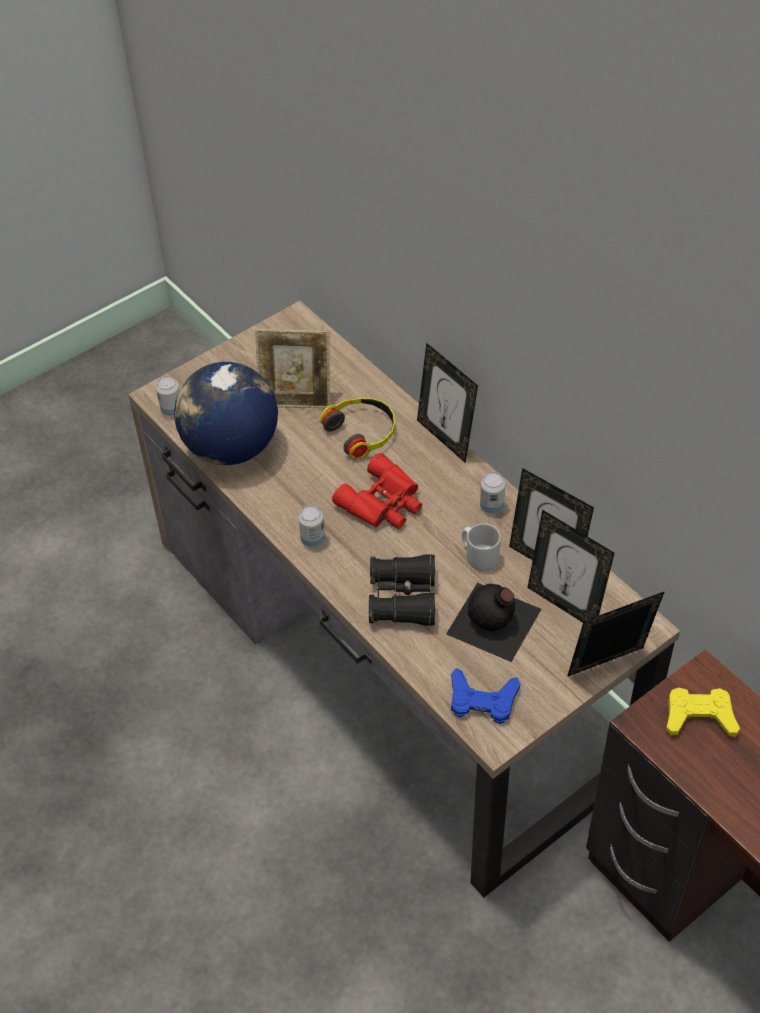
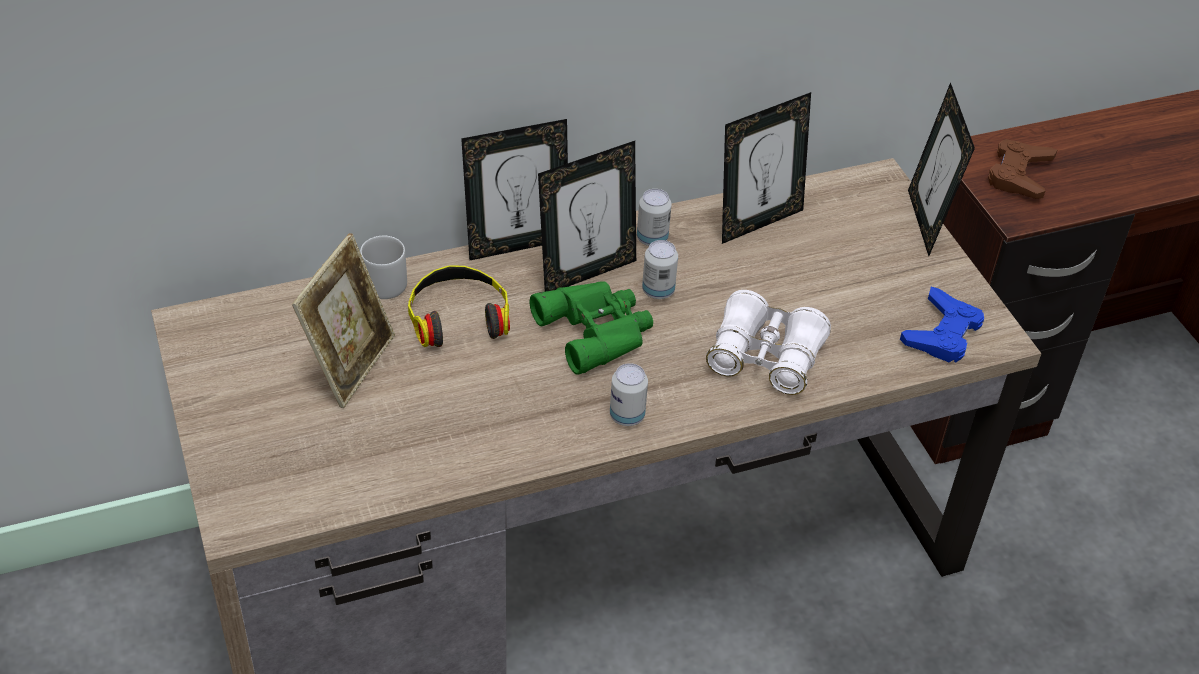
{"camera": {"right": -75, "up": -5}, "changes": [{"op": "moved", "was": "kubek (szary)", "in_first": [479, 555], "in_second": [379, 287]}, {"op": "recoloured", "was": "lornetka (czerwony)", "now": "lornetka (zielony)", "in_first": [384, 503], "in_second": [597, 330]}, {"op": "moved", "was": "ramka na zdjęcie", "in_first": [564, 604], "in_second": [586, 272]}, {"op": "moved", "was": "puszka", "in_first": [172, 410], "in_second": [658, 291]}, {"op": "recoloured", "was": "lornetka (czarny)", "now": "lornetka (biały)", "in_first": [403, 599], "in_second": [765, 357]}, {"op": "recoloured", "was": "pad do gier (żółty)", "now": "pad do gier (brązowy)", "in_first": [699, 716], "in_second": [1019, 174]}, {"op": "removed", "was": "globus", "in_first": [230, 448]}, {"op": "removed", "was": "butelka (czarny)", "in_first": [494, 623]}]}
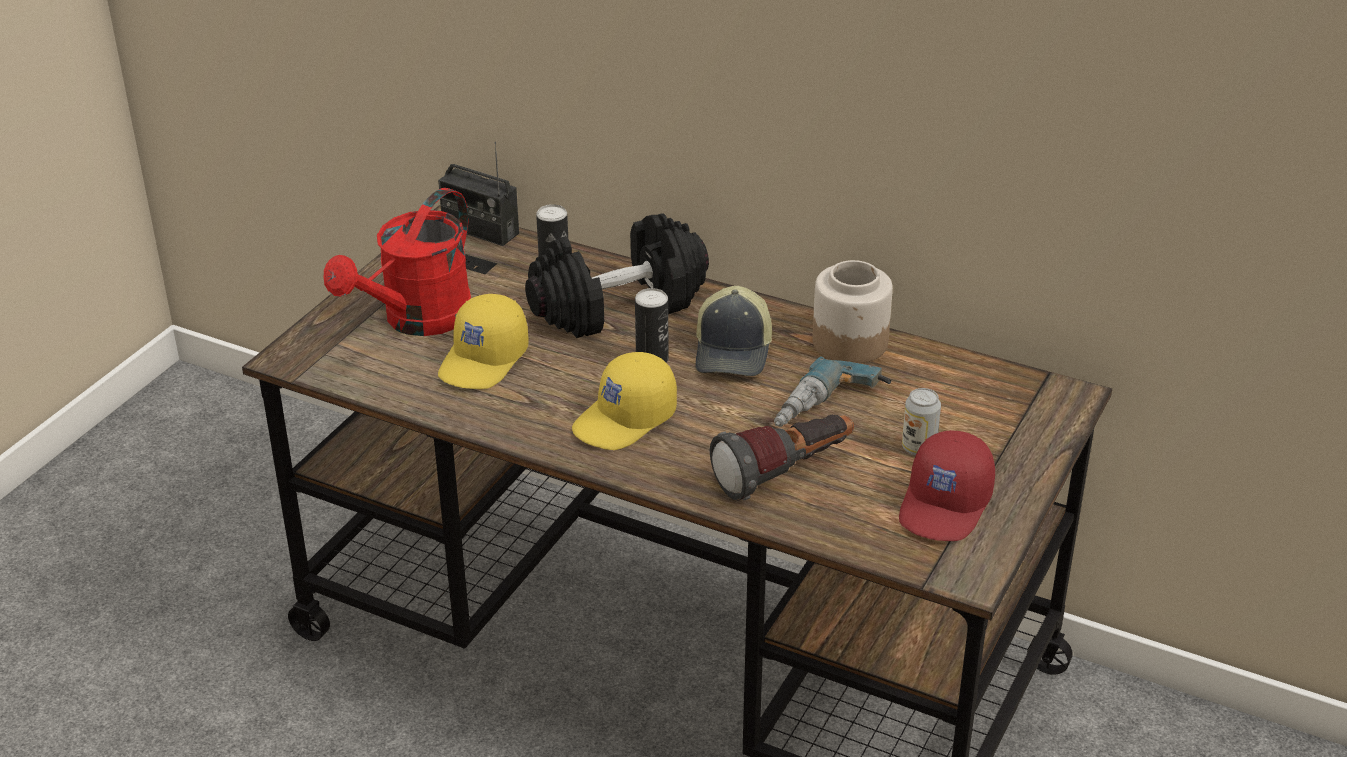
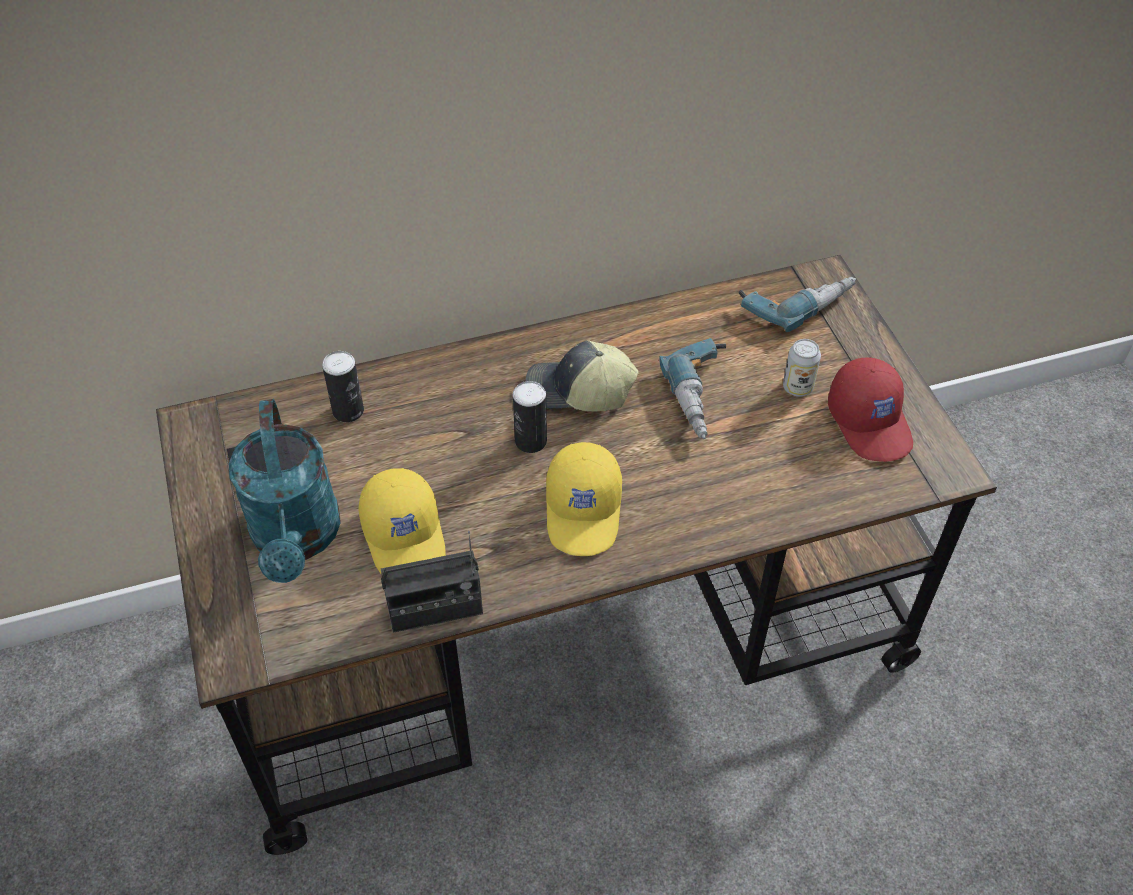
{"camera": {"right": -45, "up": 15}, "changes": [{"op": "recoloured", "was": "konewka (czerwony)", "now": "konewka (turkusowy)", "in_first": [417, 321], "in_second": [297, 539]}, {"op": "moved", "was": "radio", "in_first": [480, 230], "in_second": [435, 609]}, {"op": "turned", "was": "czapka z daszkiem", "in_first": [734, 351], "in_second": [578, 391], "clockwise": 135}, {"op": "added", "now": "wiertarka", "in_second": [796, 301]}, {"op": "removed", "was": "hantel (czarny)", "in_first": [618, 305]}, {"op": "removed", "was": "latarka", "in_first": [785, 474]}, {"op": "removed", "was": "słoik", "in_first": [850, 342]}]}
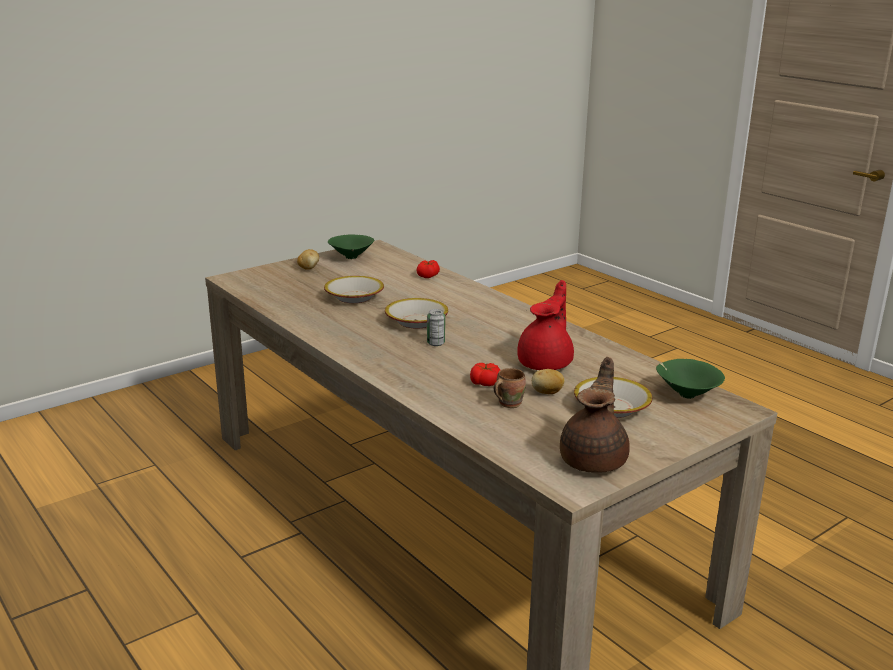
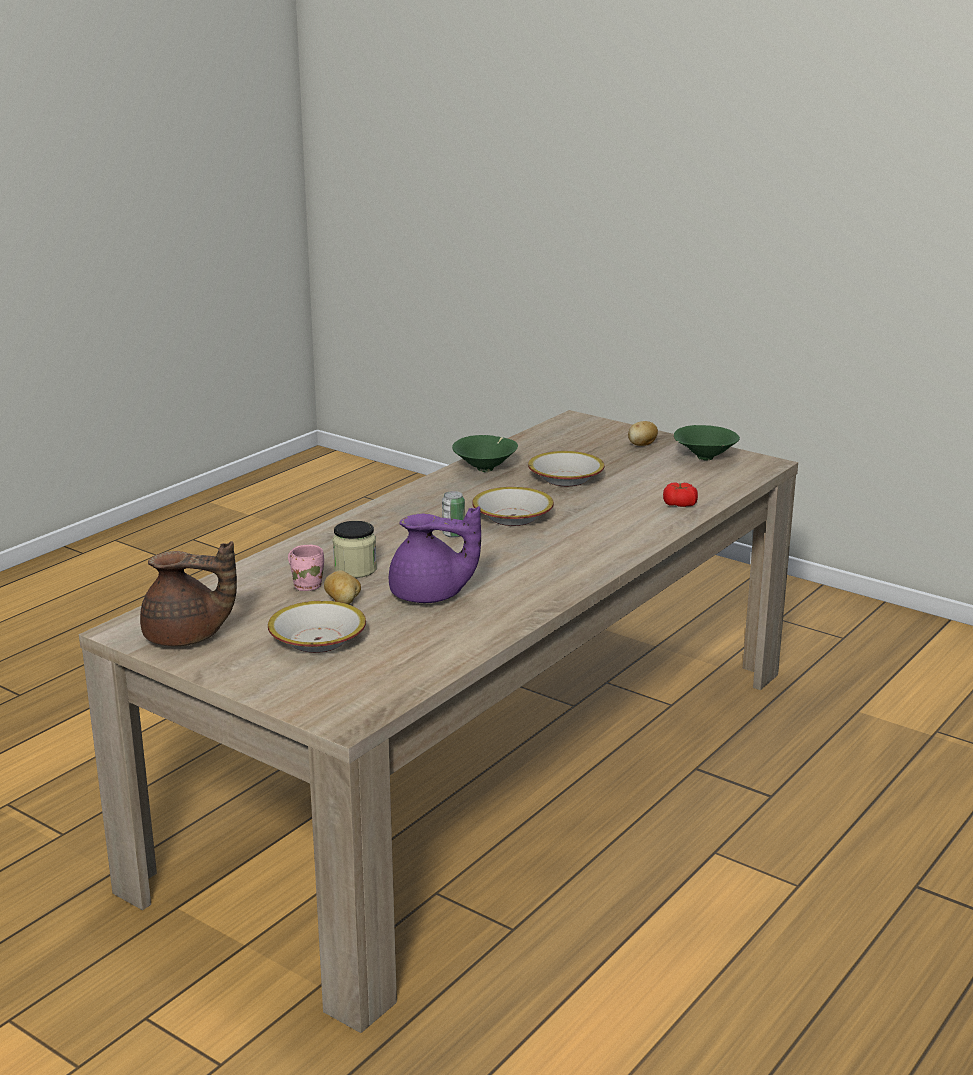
{"camera": {"right": 75, "up": 0}, "changes": [{"op": "recoloured", "was": "kubek (brązowy)", "now": "kubek (różowy)", "in_first": [507, 403], "in_second": [307, 585]}, {"op": "replaced", "was": "pomidor", "now": "słoik", "in_first": [485, 383], "in_second": [355, 569]}, {"op": "recoloured", "was": "imbryk (czerwony)", "now": "imbryk (fioletowy)", "in_first": [546, 363], "in_second": [430, 596]}, {"op": "moved", "was": "miska (zielony)", "in_first": [686, 394], "in_second": [486, 469]}]}
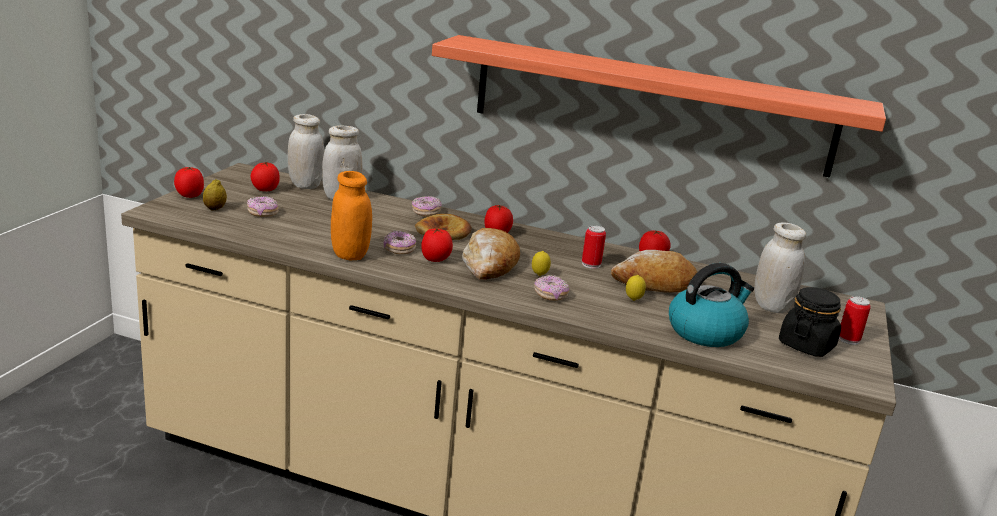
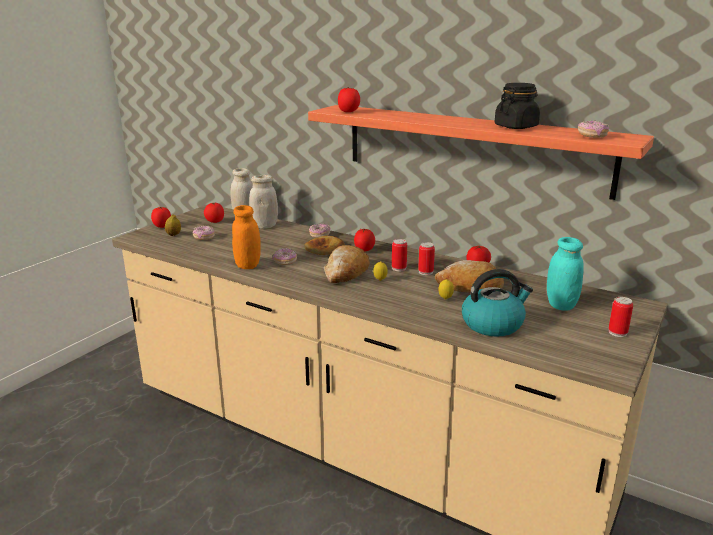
{"camera": {"right": 15, "up": 0}, "changes": [{"op": "moved", "was": "pomidor", "in_first": [436, 260], "in_second": [349, 112]}, {"op": "added", "now": "puszka", "in_second": [399, 268]}, {"op": "moved", "was": "słoik (czarny)", "in_first": [806, 345], "in_second": [516, 126]}, {"op": "recoloured", "was": "słoik (biały)", "now": "słoik (turkusowy)", "in_first": [771, 306], "in_second": [561, 305]}, {"op": "moved", "was": "donut", "in_first": [550, 295], "in_second": [592, 136]}]}
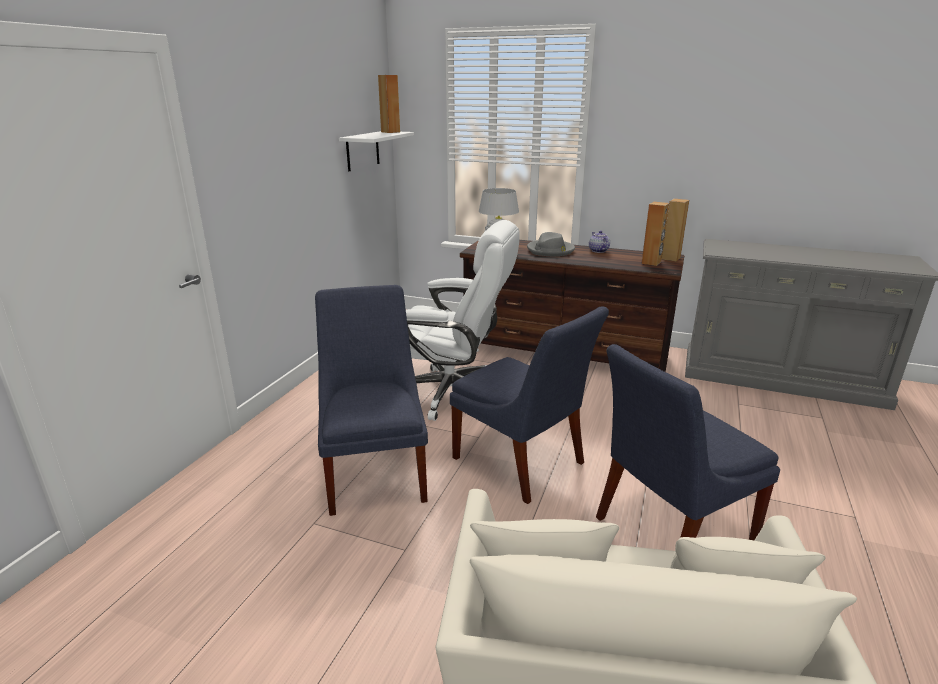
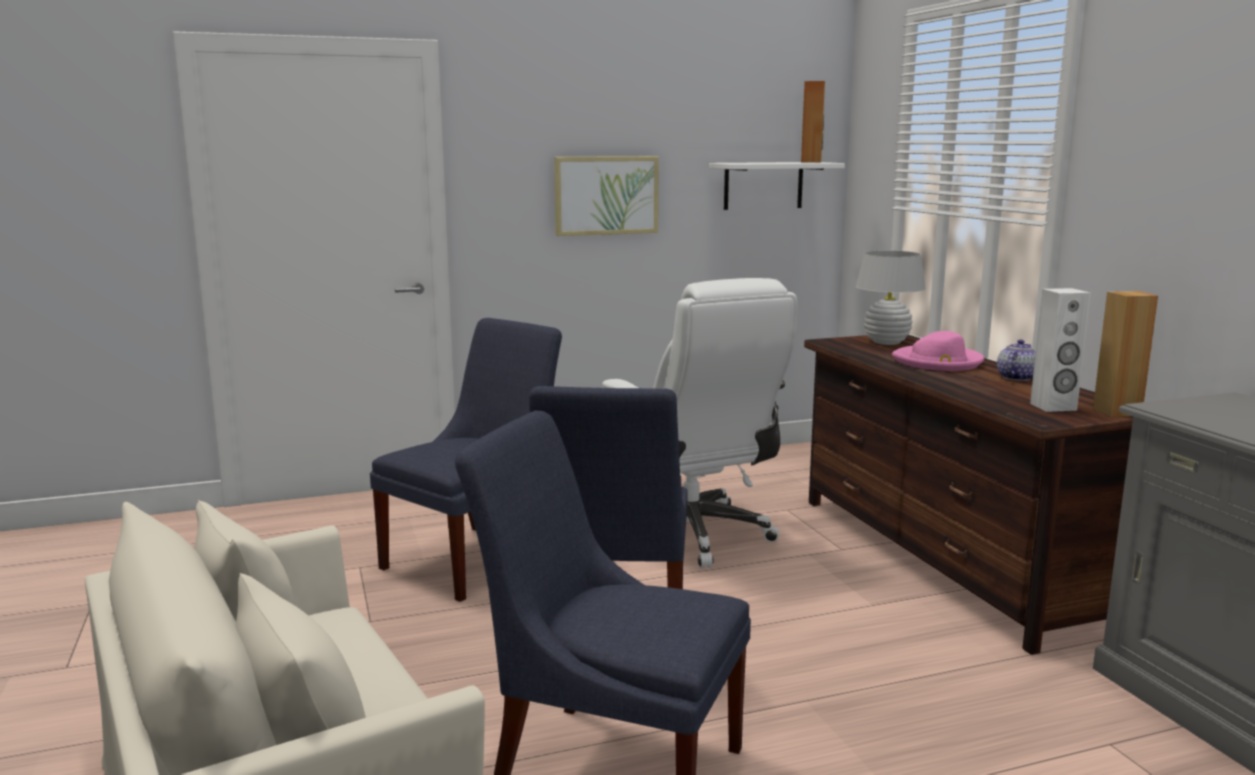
{"camera": {"right": 50, "up": -10}, "changes": [{"op": "added", "now": "obraz", "in_second": [606, 195]}, {"op": "recoloured", "was": "kapelusz (szary)", "now": "kapelusz (różowy)", "in_first": [550, 250], "in_second": [938, 362]}, {"op": "recoloured", "was": "głośnik (brązowy)", "now": "głośnik (biały)", "in_first": [651, 262], "in_second": [1053, 407]}]}
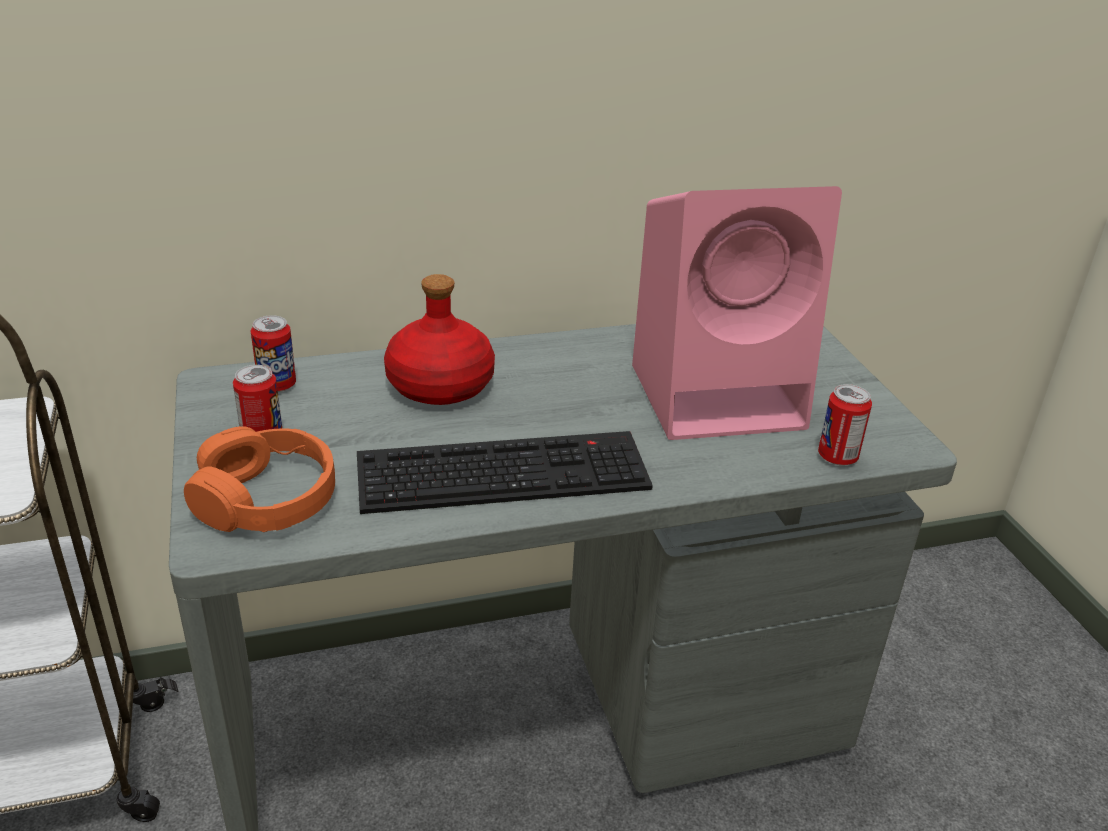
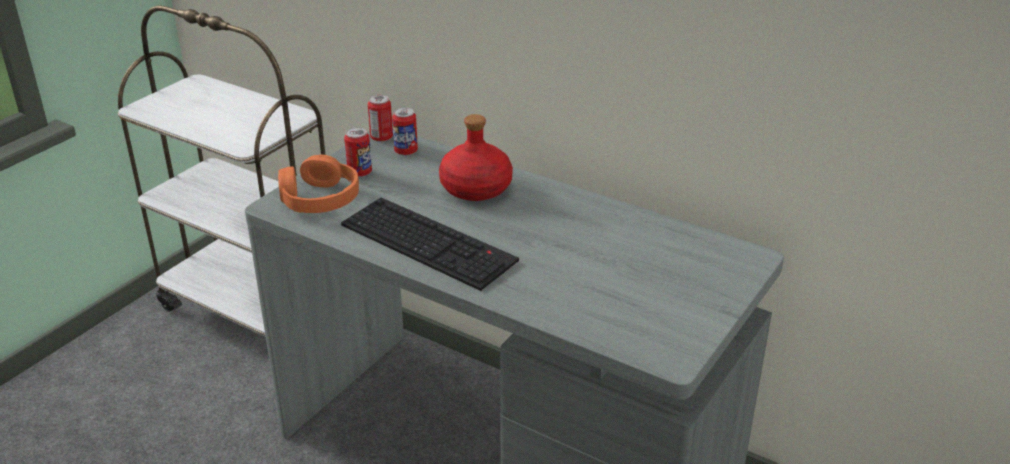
{"camera": {"right": 50, "up": 0}, "changes": [{"op": "moved", "was": "puszka", "in_first": [837, 457], "in_second": [381, 138]}, {"op": "removed", "was": "głośnik (różowy)", "in_first": [720, 395]}]}
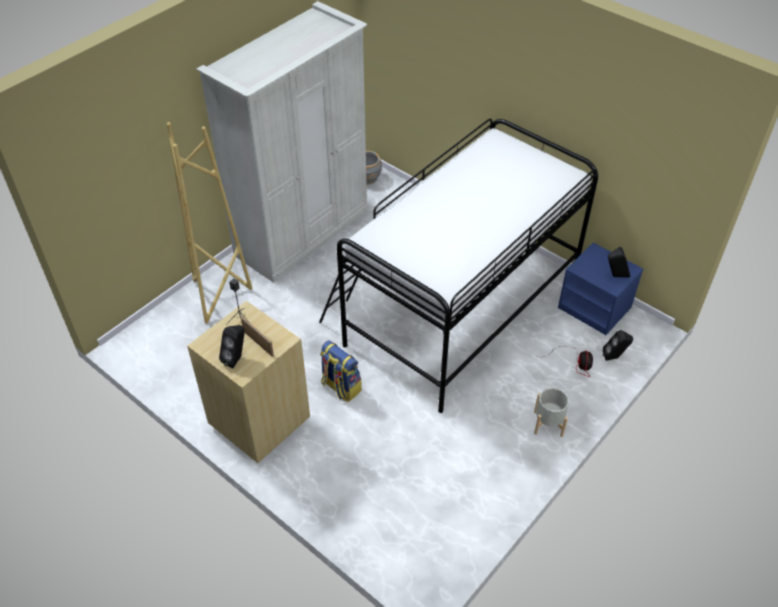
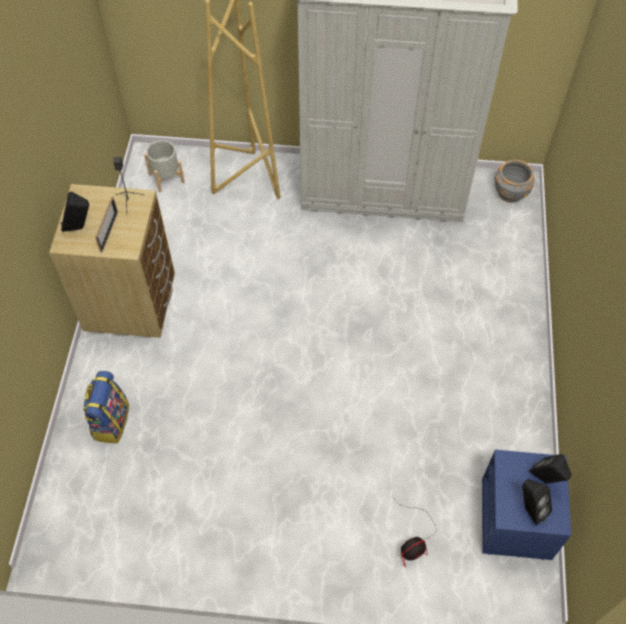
{"camera": {"right": 55, "up": 10}, "changes": [{"op": "moved", "was": "plecak", "in_first": [340, 387], "in_second": [110, 421]}, {"op": "moved", "was": "donica (szary)", "in_first": [548, 424], "in_second": [166, 178]}, {"op": "moved", "was": "głośnik (czarny)", "in_first": [614, 357], "in_second": [546, 480]}, {"op": "removed", "was": "łóżko (czarny)", "in_first": [459, 311]}]}
